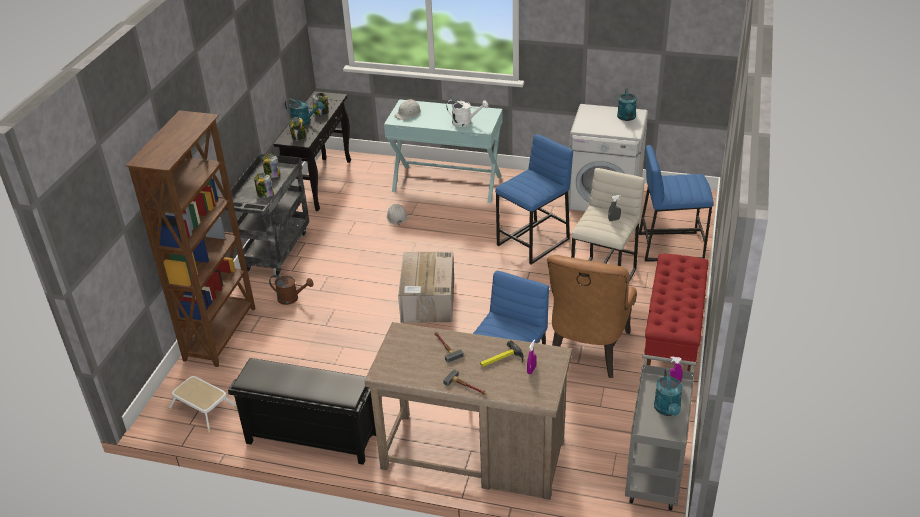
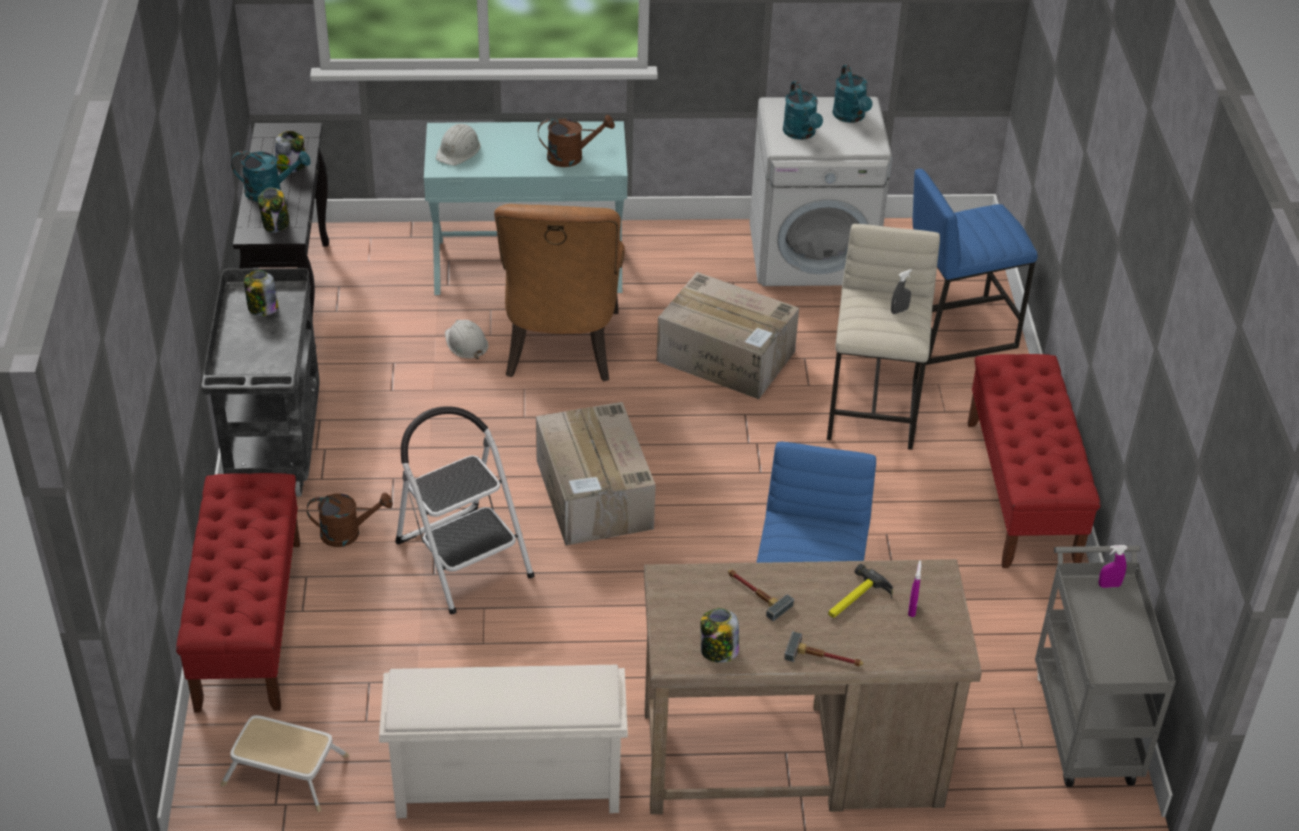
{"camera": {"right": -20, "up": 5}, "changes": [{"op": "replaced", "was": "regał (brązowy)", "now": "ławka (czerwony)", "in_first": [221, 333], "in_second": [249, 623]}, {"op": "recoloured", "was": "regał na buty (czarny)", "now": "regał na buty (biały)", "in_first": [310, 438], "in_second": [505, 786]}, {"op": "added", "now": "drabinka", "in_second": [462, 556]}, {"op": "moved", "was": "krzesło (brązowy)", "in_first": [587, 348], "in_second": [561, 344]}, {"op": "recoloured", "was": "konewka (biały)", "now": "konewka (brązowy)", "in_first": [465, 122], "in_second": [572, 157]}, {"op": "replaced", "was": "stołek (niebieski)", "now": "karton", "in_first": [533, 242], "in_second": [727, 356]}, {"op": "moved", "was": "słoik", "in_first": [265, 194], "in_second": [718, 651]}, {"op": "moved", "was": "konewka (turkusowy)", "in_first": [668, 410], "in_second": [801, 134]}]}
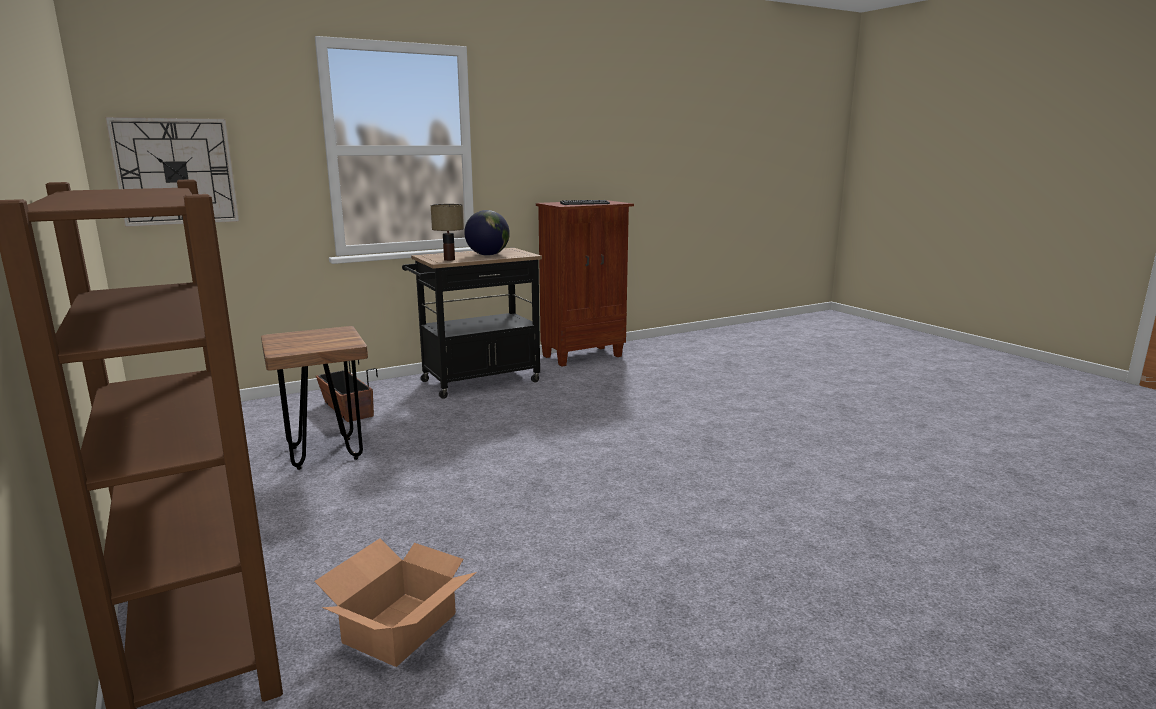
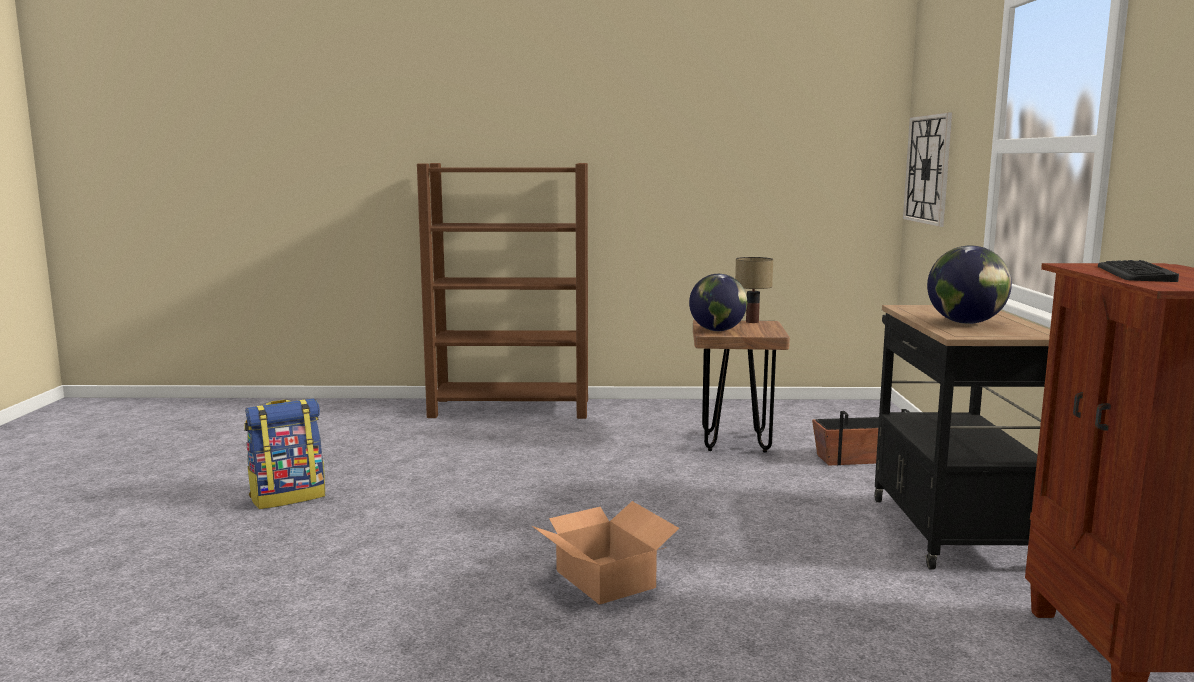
{"camera": {"right": 120, "up": -5}, "changes": [{"op": "added", "now": "plecak", "in_second": [288, 497]}, {"op": "moved", "was": "karton", "in_first": [398, 628], "in_second": [605, 578]}, {"op": "added", "now": "globus", "in_second": [717, 330]}, {"op": "moved", "was": "lampa stołowa", "in_first": [450, 259], "in_second": [751, 322]}]}
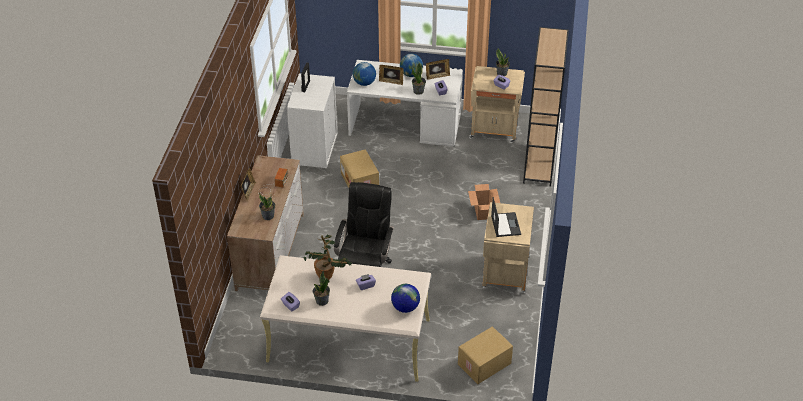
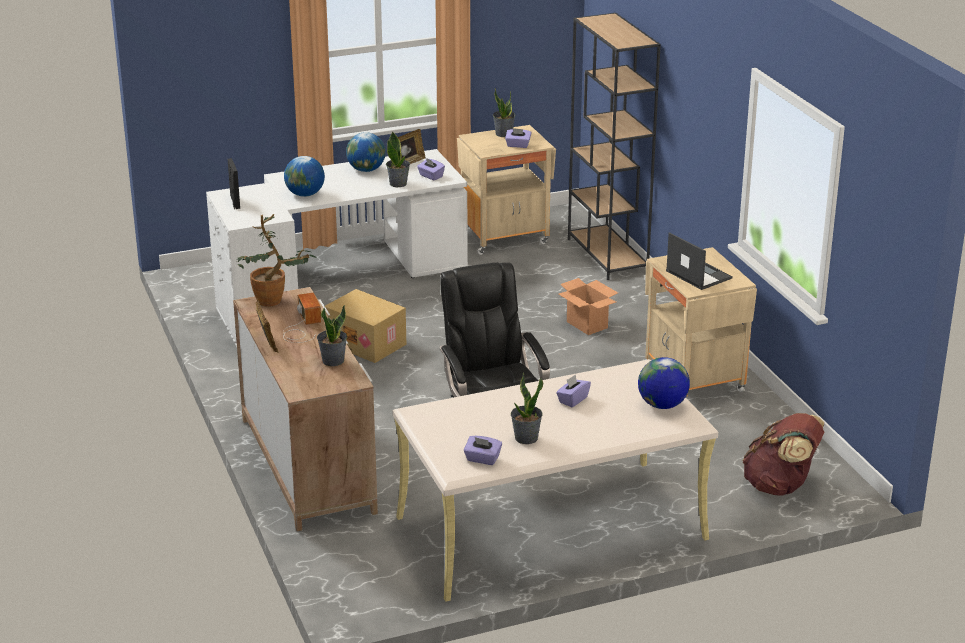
{"camera": {"right": -30, "up": -15}, "changes": [{"op": "moved", "was": "roślina doniczkowa", "in_first": [328, 277], "in_second": [275, 301]}, {"op": "replaced", "was": "karton", "now": "plecak (brązowy)", "in_first": [484, 364], "in_second": [780, 486]}, {"op": "removed", "was": "ramka na zdjęcie", "in_first": [391, 81]}]}
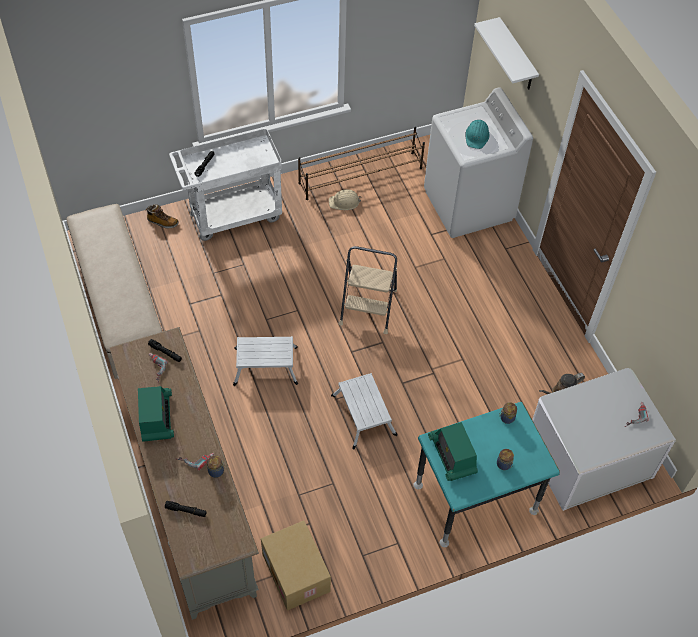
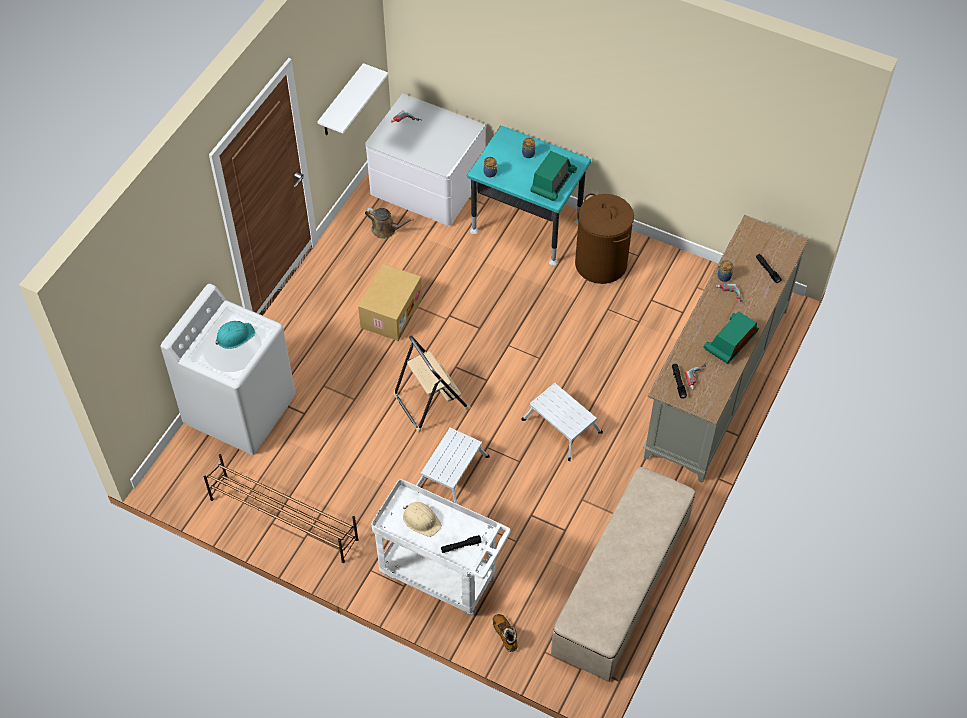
{"camera": {"right": -130, "up": 0}, "changes": [{"op": "moved", "was": "półka (biały)", "in_first": [517, 56], "in_second": [341, 102]}, {"op": "moved", "was": "karton", "in_first": [297, 573], "in_second": [390, 312]}, {"op": "moved", "was": "kask (beżowy)", "in_first": [344, 202], "in_second": [421, 520]}, {"op": "moved", "was": "drabinka (biały)", "in_first": [363, 414], "in_second": [451, 472]}, {"op": "added", "now": "kosz na pranie (brązowy)", "in_second": [601, 264]}]}
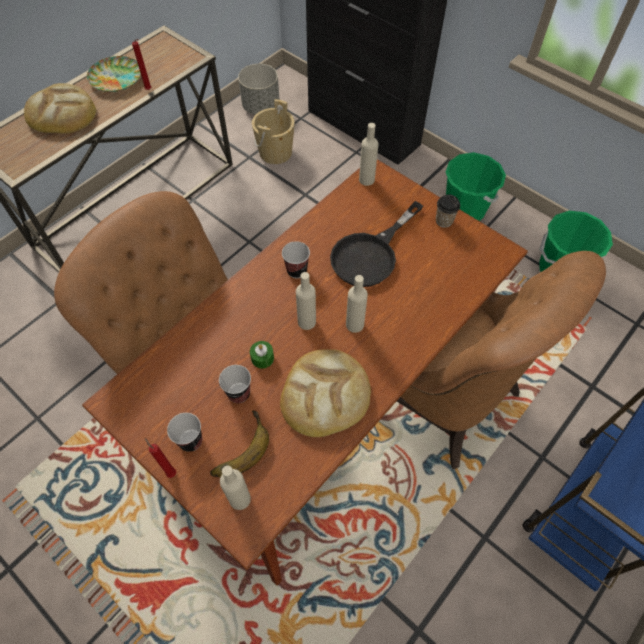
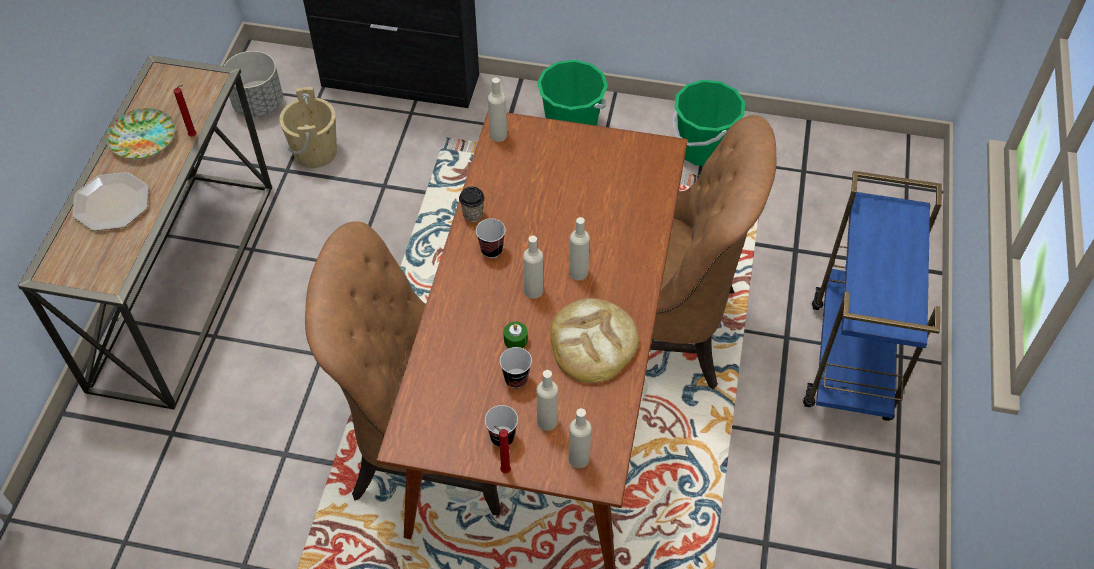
{"camera": {"right": -30, "up": -5}, "changes": [{"op": "replaced", "was": "chleb", "now": "talerz", "in_first": [62, 113], "in_second": [111, 202]}, {"op": "moved", "was": "filiżanka", "in_first": [444, 221], "in_second": [473, 215]}, {"op": "replaced", "was": "banan", "now": "butelka (beżowy)", "in_first": [237, 447], "in_second": [547, 421]}, {"op": "removed", "was": "patelnia (czarny)", "in_first": [371, 254]}]}
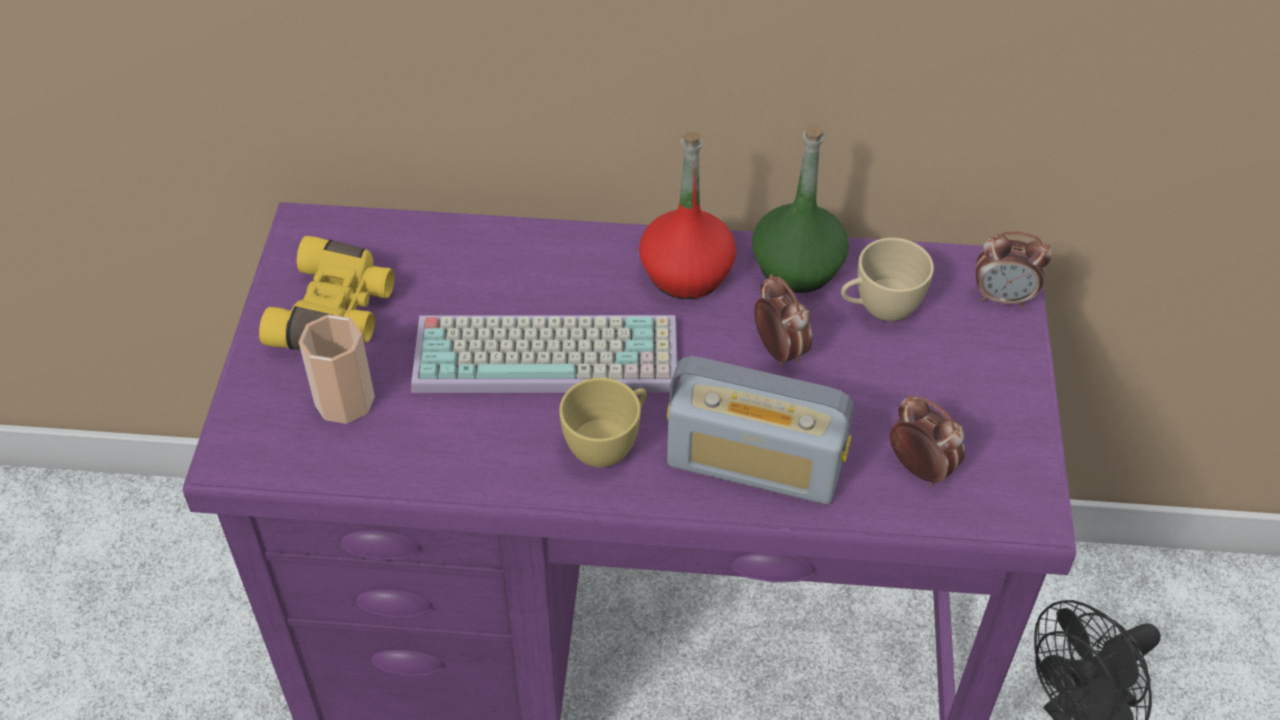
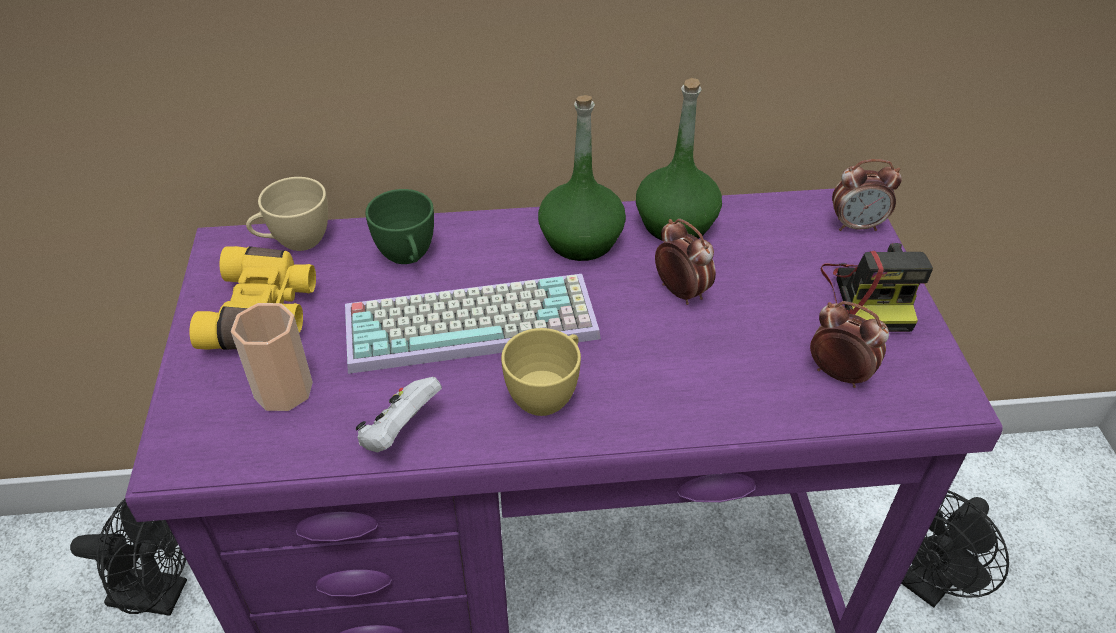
{"camera": {"right": -10, "up": -5}, "changes": [{"op": "added", "now": "wentylator (czarny)", "in_second": [160, 594]}, {"op": "moved", "was": "filiżanka (beżowy)", "in_first": [879, 308], "in_second": [294, 242]}, {"op": "added", "now": "pad do gier (biały)", "in_second": [399, 432]}, {"op": "added", "now": "filiżanka (zielony)", "in_second": [408, 257]}, {"op": "recoloured", "was": "butelka (czerwony)", "now": "butelka (zielony)", "in_first": [686, 274], "in_second": [580, 240]}, {"op": "added", "now": "aparat fotograficzny", "in_second": [870, 295]}, {"op": "removed", "was": "radio", "in_first": [754, 466]}]}
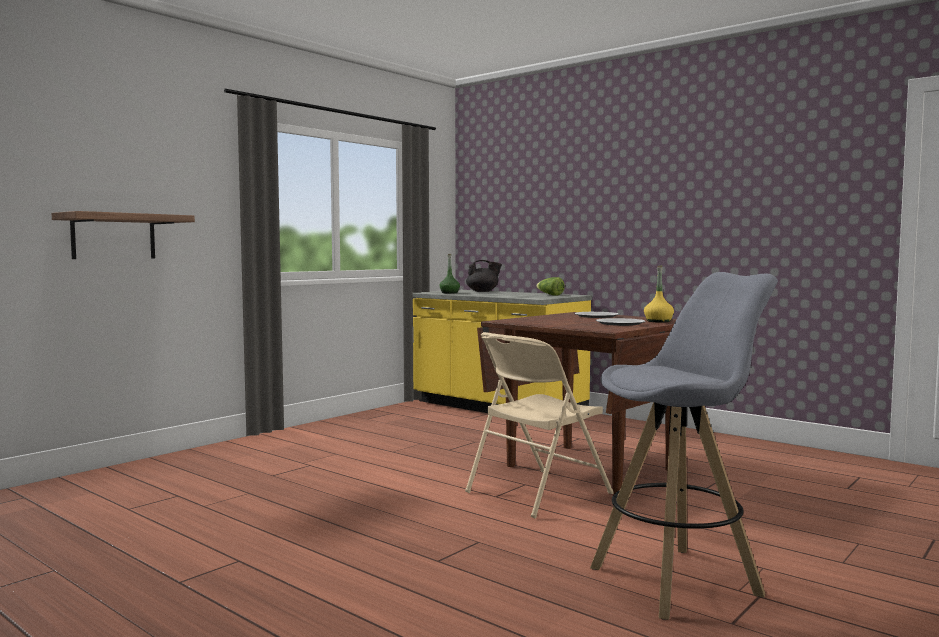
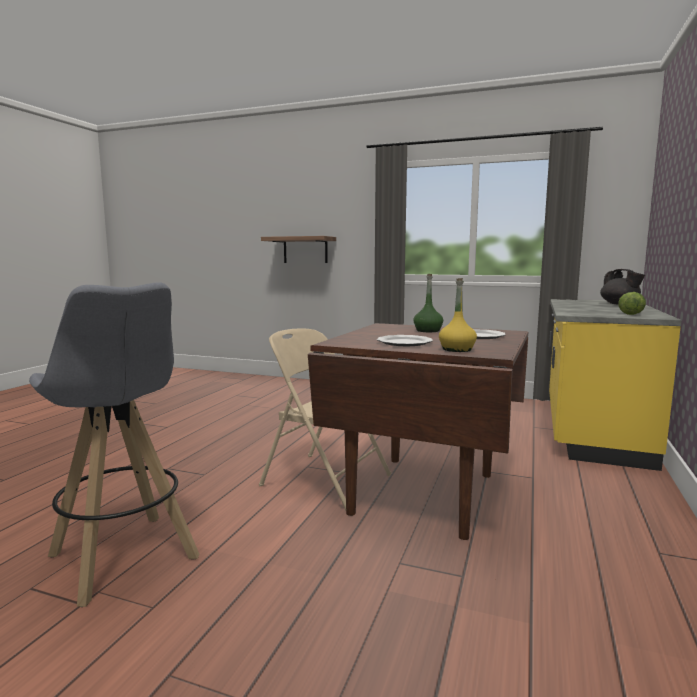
{"camera": {"right": 70, "up": 5}, "changes": [{"op": "moved", "was": "butelka (zielony)", "in_first": [449, 293], "in_second": [427, 330]}]}
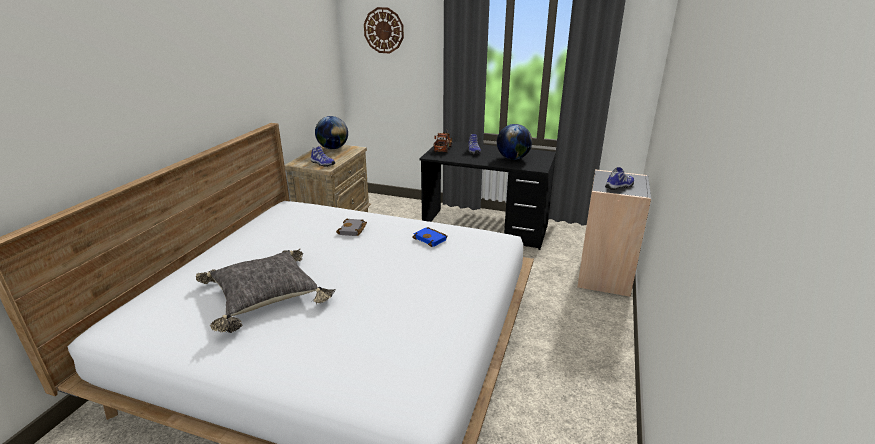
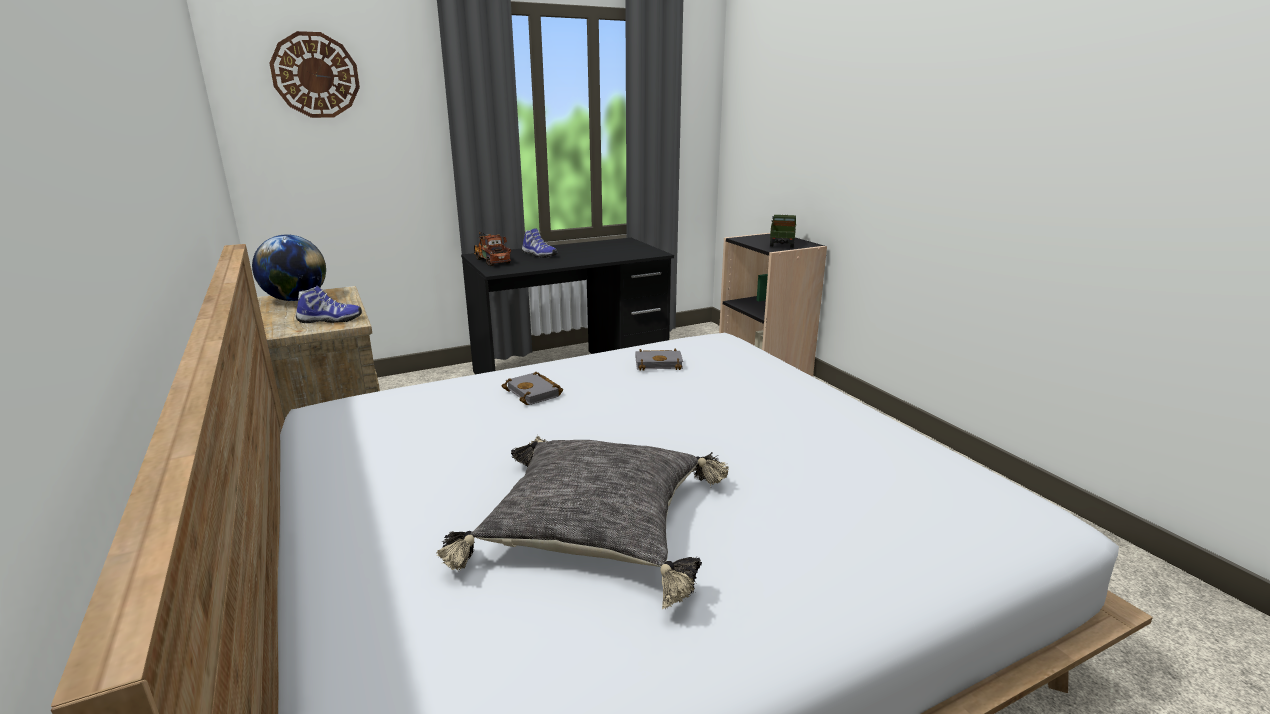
{"camera": {"right": -45, "up": -5}, "changes": [{"op": "recoloured", "was": "książka (niebieski)", "now": "książka (szary)", "in_first": [431, 239], "in_second": [660, 363]}, {"op": "replaced", "was": "but", "now": "ciężarówka zabawkowa", "in_first": [620, 186], "in_second": [781, 244]}, {"op": "removed", "was": "globus", "in_first": [513, 158]}]}
